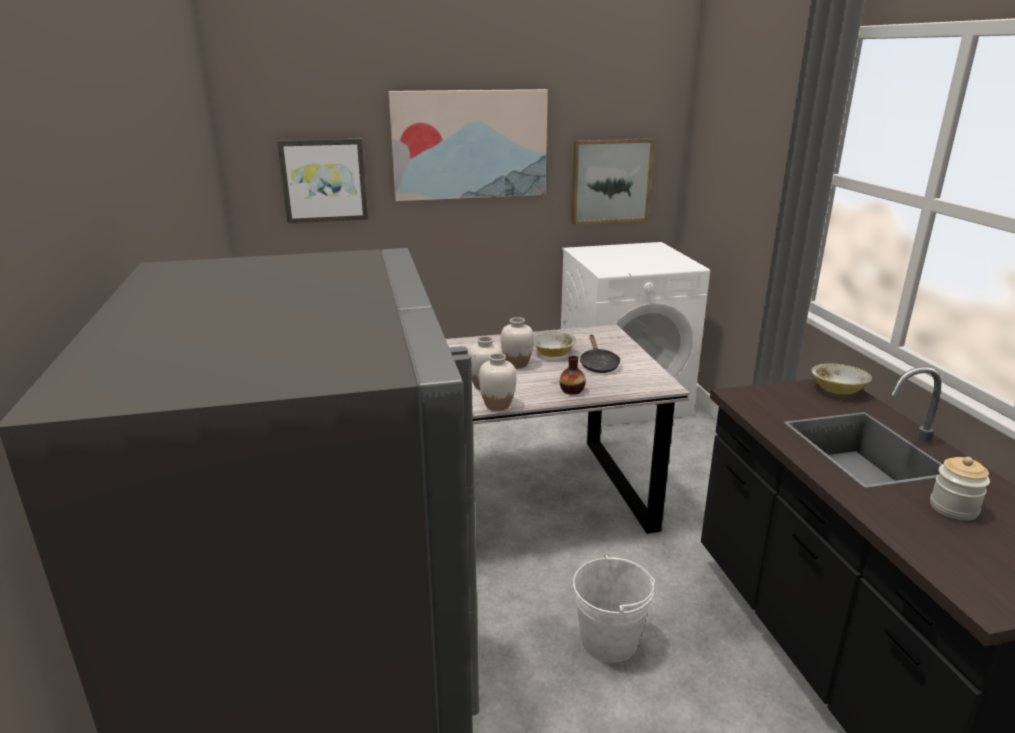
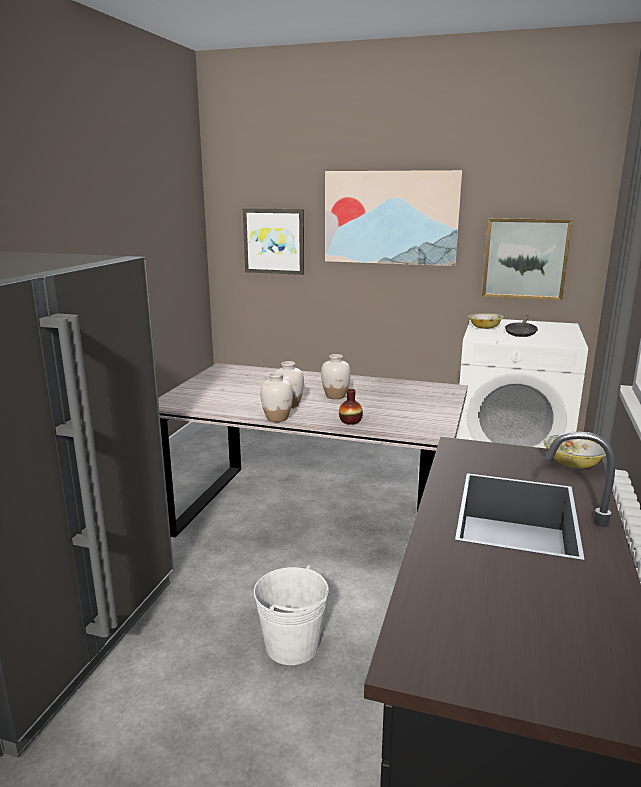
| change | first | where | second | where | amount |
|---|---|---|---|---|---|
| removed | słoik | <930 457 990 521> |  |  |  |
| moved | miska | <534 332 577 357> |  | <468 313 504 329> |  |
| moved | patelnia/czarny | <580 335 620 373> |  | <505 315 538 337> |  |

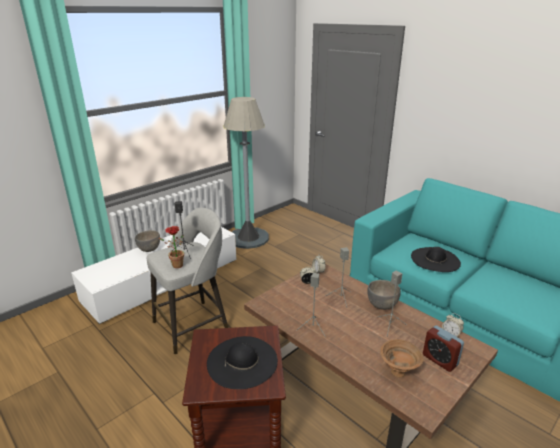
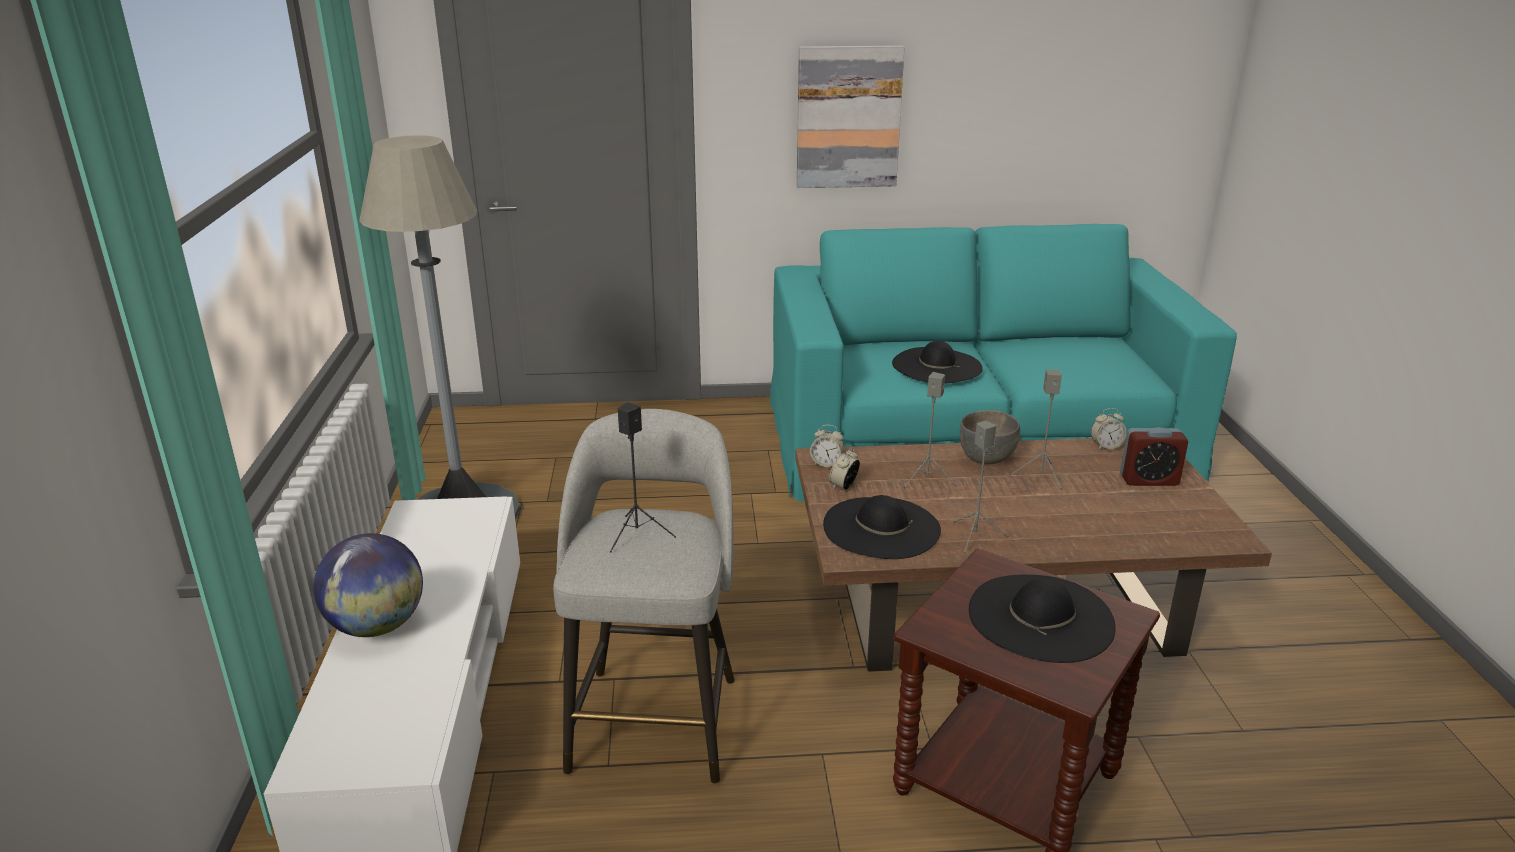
| change | first | where | second | where | amount |
|---|---|---|---|---|---|
| removed | roślina doniczkowa | <159 226 184 268> |  |  |  |
| removed | miska/brązowy | <380 339 424 377> |  |  |  |
| added |  |  | obraz | <797 45 905 188> |  |
| added |  |  | kapelusz/czarny | <823 495 941 559> |  |
| replaced | miska/szary | <135 230 160 252> | globus | <314 533 423 637> |  |

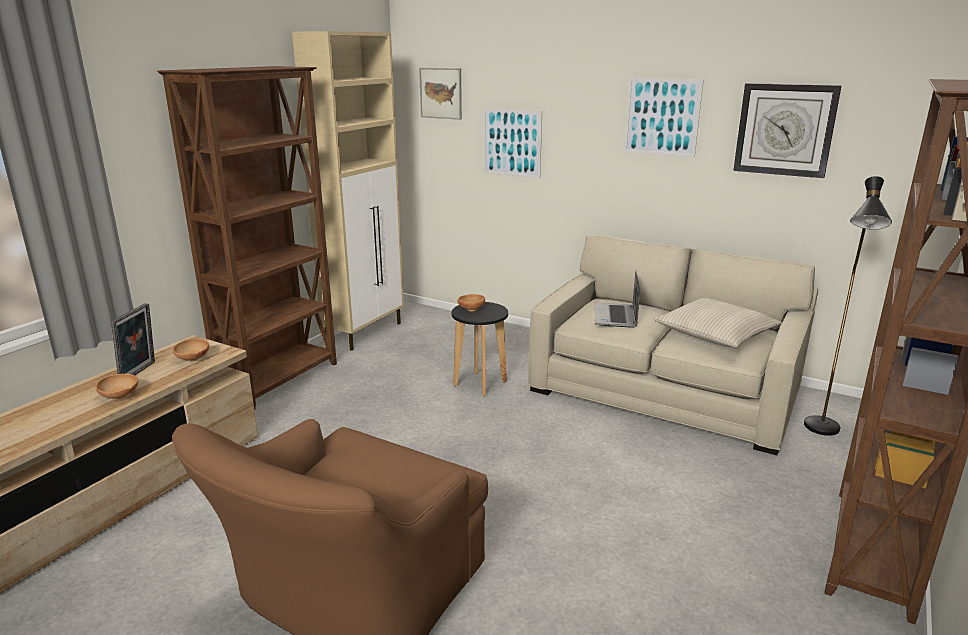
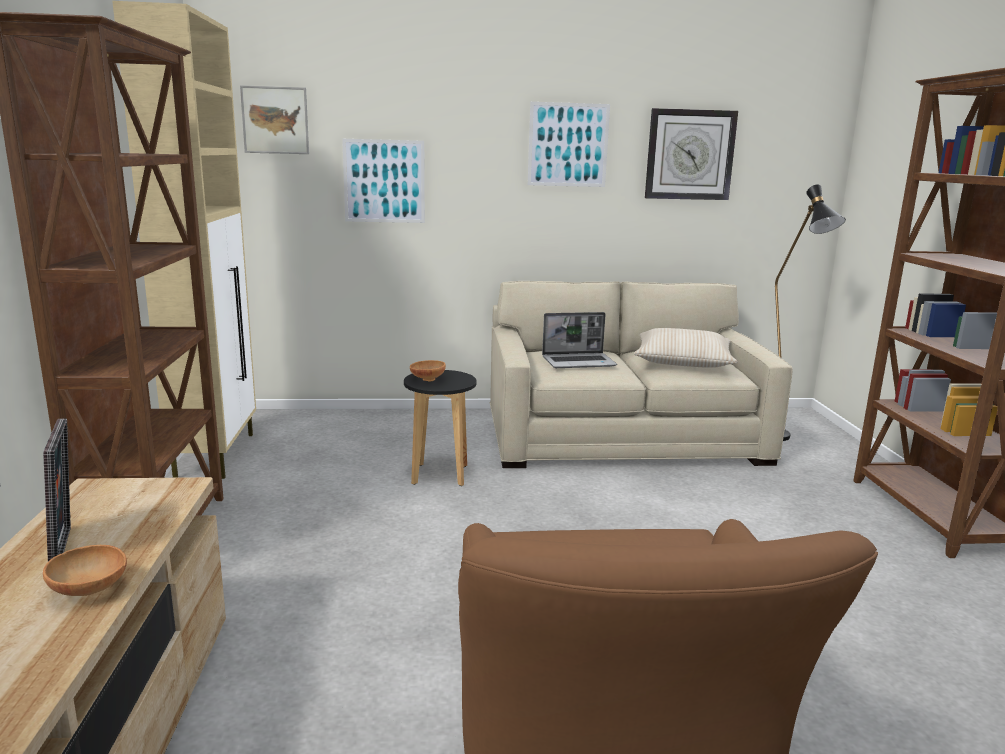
| change | first | where | second | where | amount |
|---|---|---|---|---|---|
| removed | miska/brązowy | <173 339 209 361> |  |  |  |
| turned | laptop | <594 270 640 328> |  | <542 312 617 368> | 75 degrees counterclockwise |

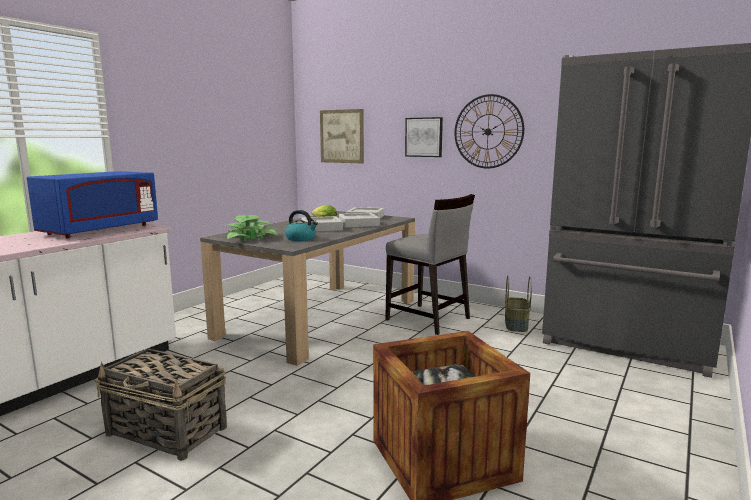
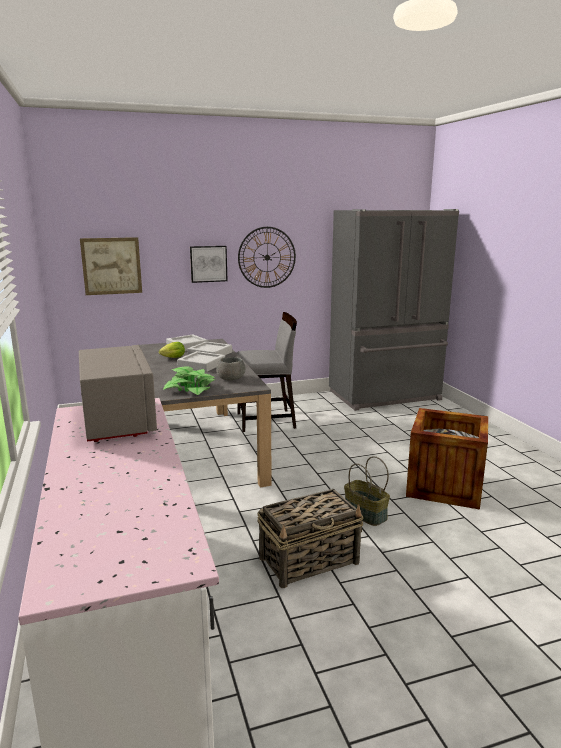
| change | first | where | second | where | amount |
|---|---|---|---|---|---|
| moved | koszyk | <505 275 532 332> |  | <344 456 390 526> |  |
| replaced | czajnik | <285 210 318 241> | miska/szary | <216 357 246 380> |  |
| recoloured | mikrofalówka/niebieski | <27 171 158 238> | mikrofalówka/szary | <79 345 157 442> |  |

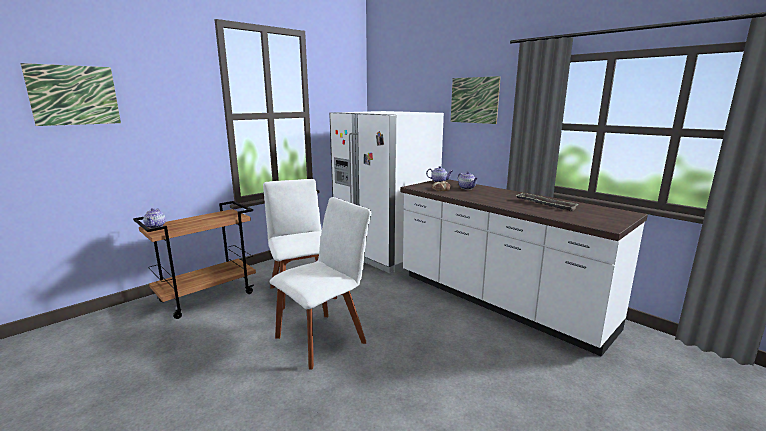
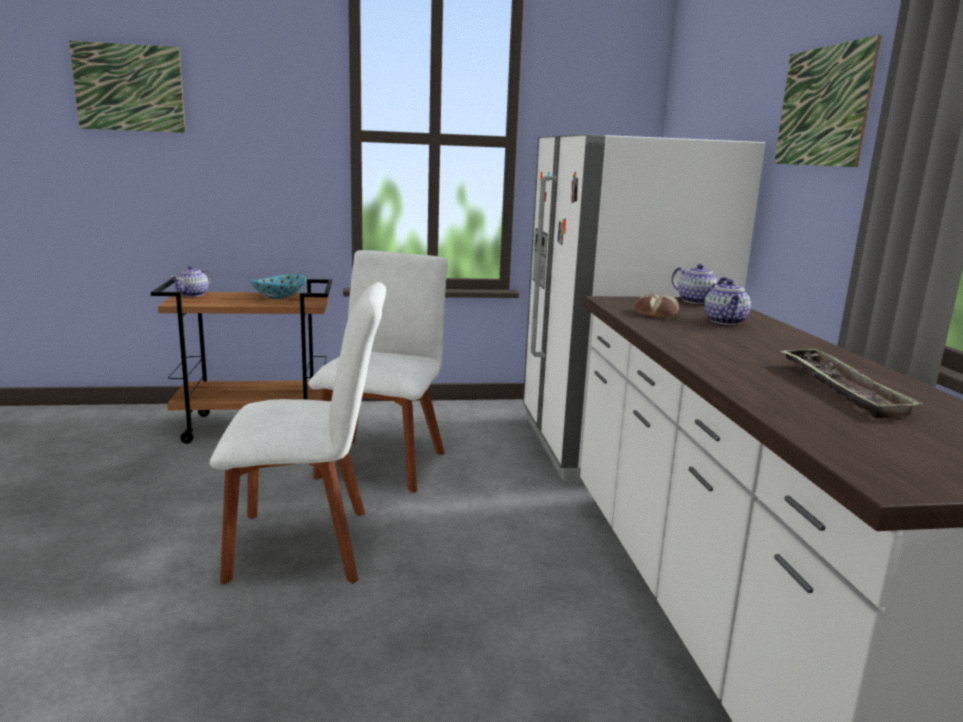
| change | first | where | second | where | amount |
|---|---|---|---|---|---|
| added |  |  | miska | <250 274 306 299> |  |

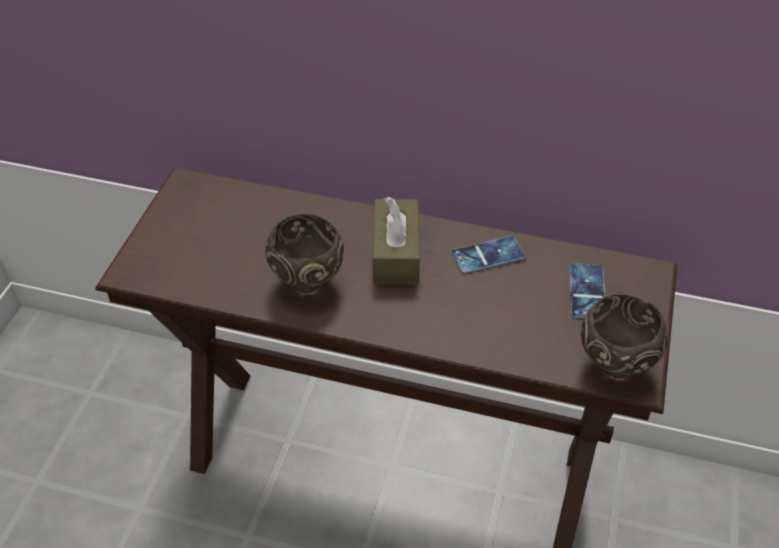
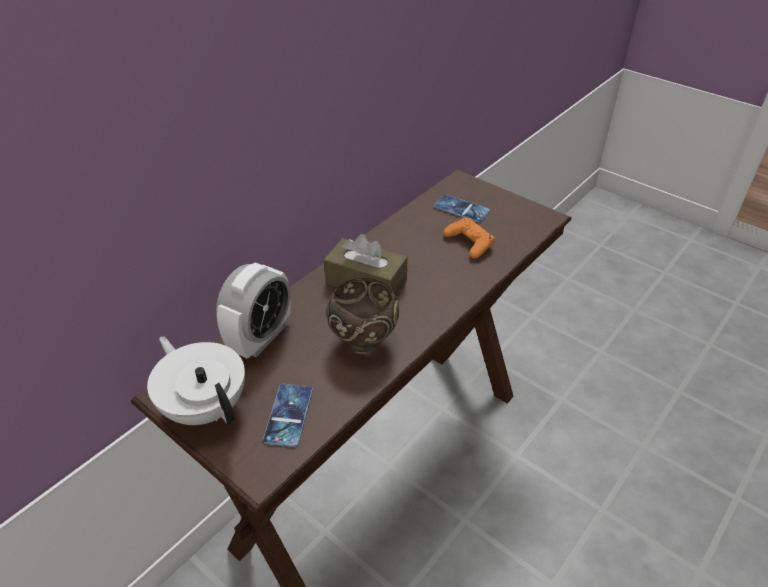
| change | first | where | second | where | amount |
|---|---|---|---|---|---|
| removed | miska/brązowy | <581 295 668 378> |  |  |  |
| added |  |  | imbryk/biały | <147 336 245 425> |  |
| added |  |  | budzik | <216 262 290 359> |  |
| added |  |  | pad do gier/pomarańczowy | <443 218 495 259> |  |
| moved | telefon | <452 236 526 274> |  | <263 384 313 447> |  |

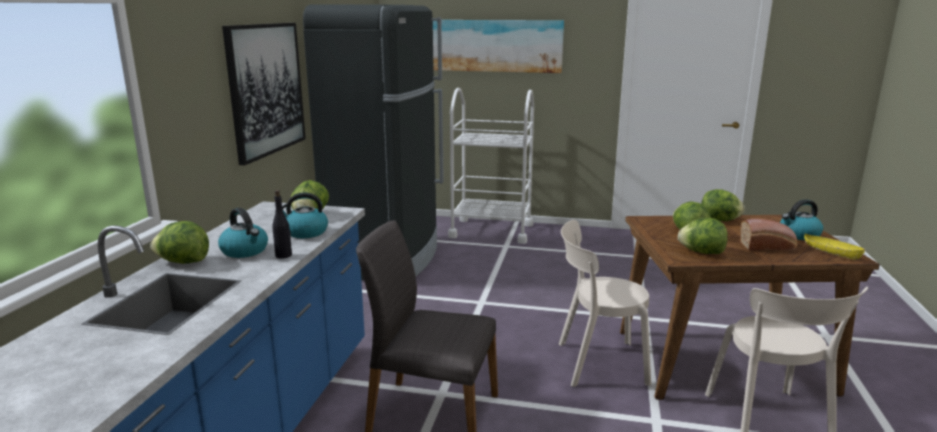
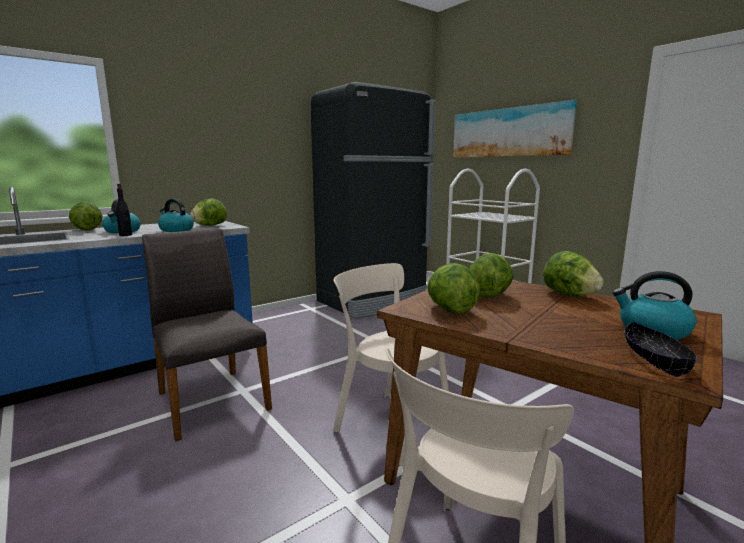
| change | first | where | second | where | amount |
|---|---|---|---|---|---|
| removed | obraz | <222 23 306 165> |  |  |  |
| removed | chleb | <740 219 797 251> |  |  |  |
| recoloured | miska/żółty | <804 233 865 260> | miska/czarny | <624 321 697 377> |  |

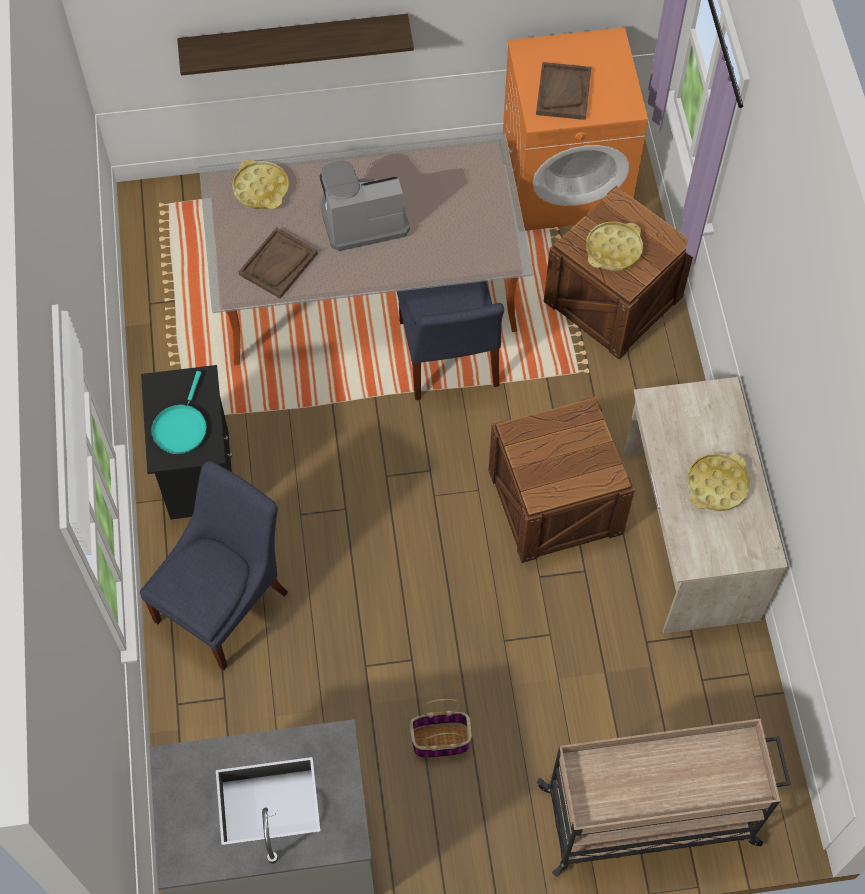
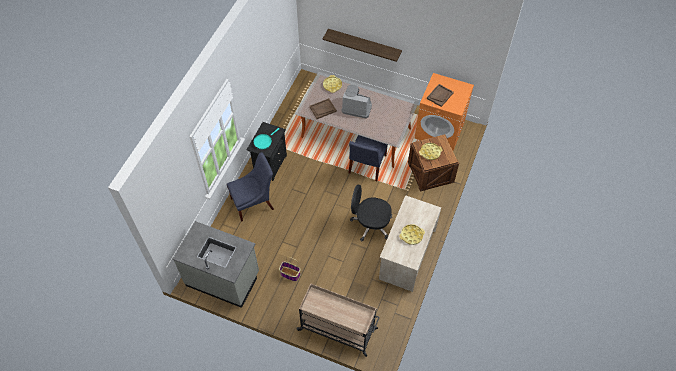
| change | first | where | second | where | amount |
|---|---|---|---|---|---|
| replaced | skrzynka | <488 396 635 563> | krzesło biurowe/czarny | <350 185 392 241> |  |

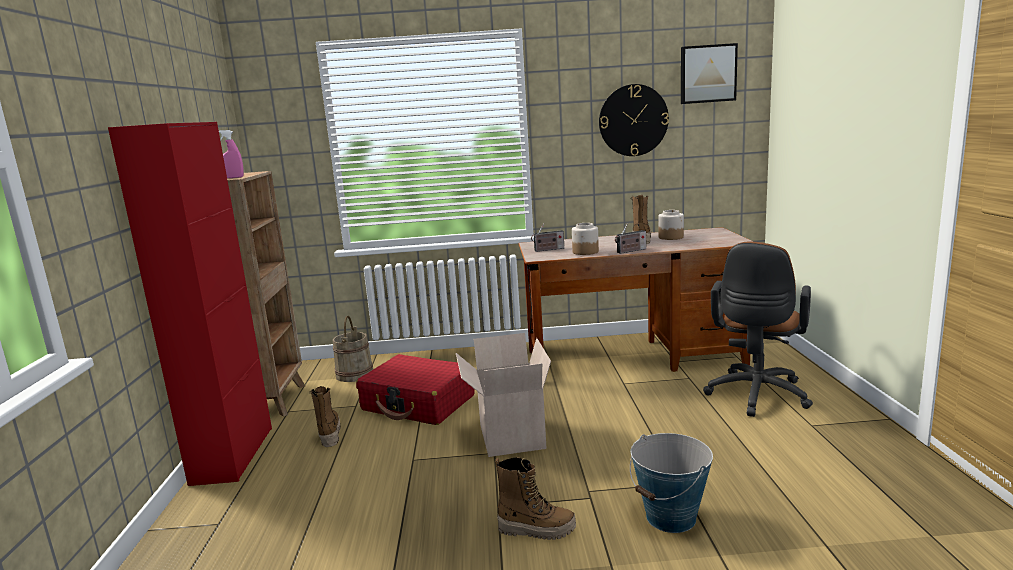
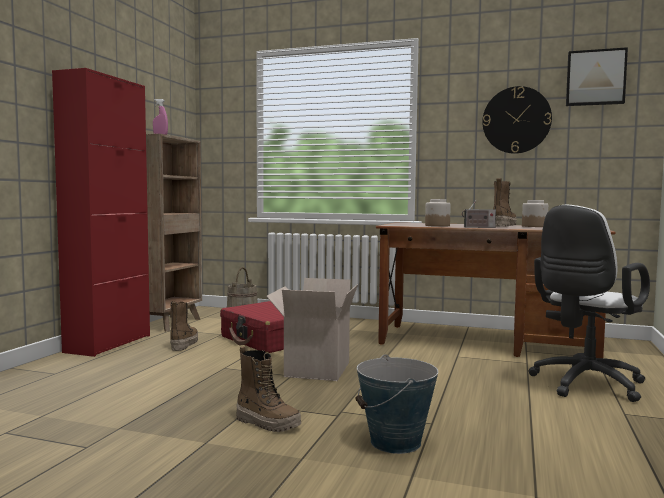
| change | first | where | second | where | amount |
|---|---|---|---|---|---|
| removed | radio | <531 223 564 252> |  |  |  |
| recoloured | krzesło biurowe/brązowy | <703 241 813 417> | krzesło biurowe/biały | <528 205 650 402> |  |

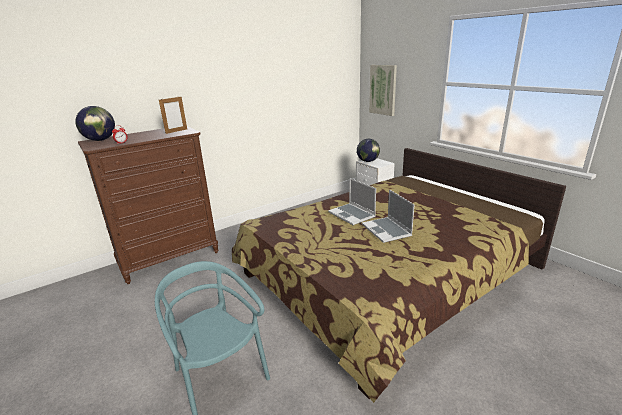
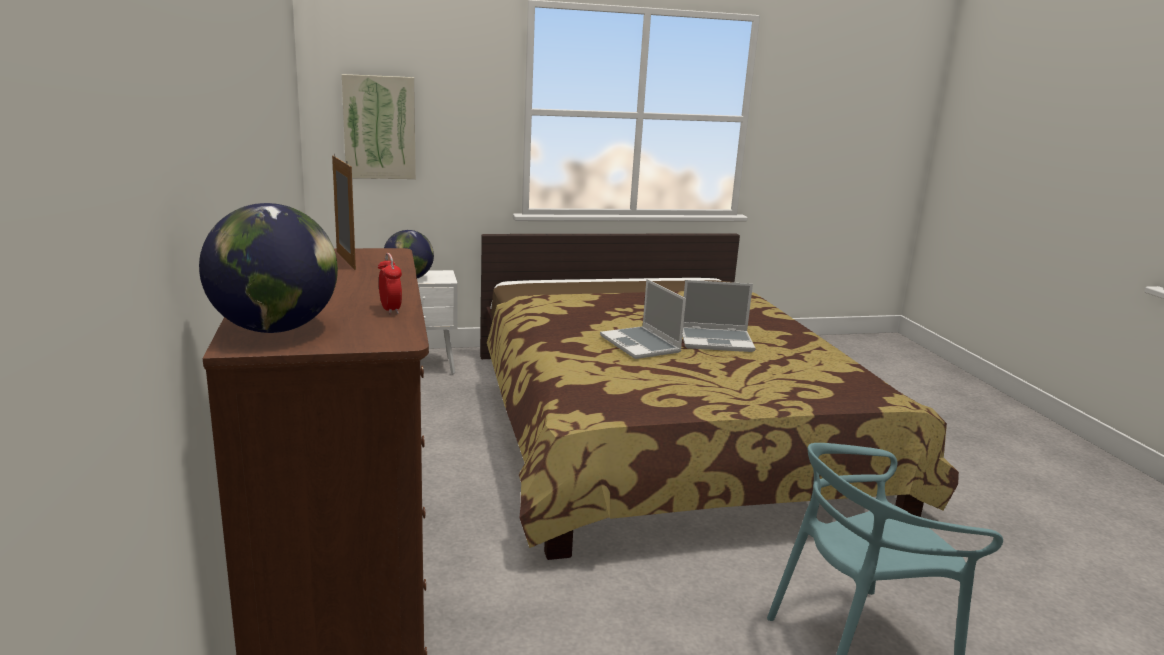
| change | first | where | second | where | amount |
|---|---|---|---|---|---|
| turned | laptop | <328 178 376 225> |  | <600 279 686 359> | 75 degrees clockwise |

